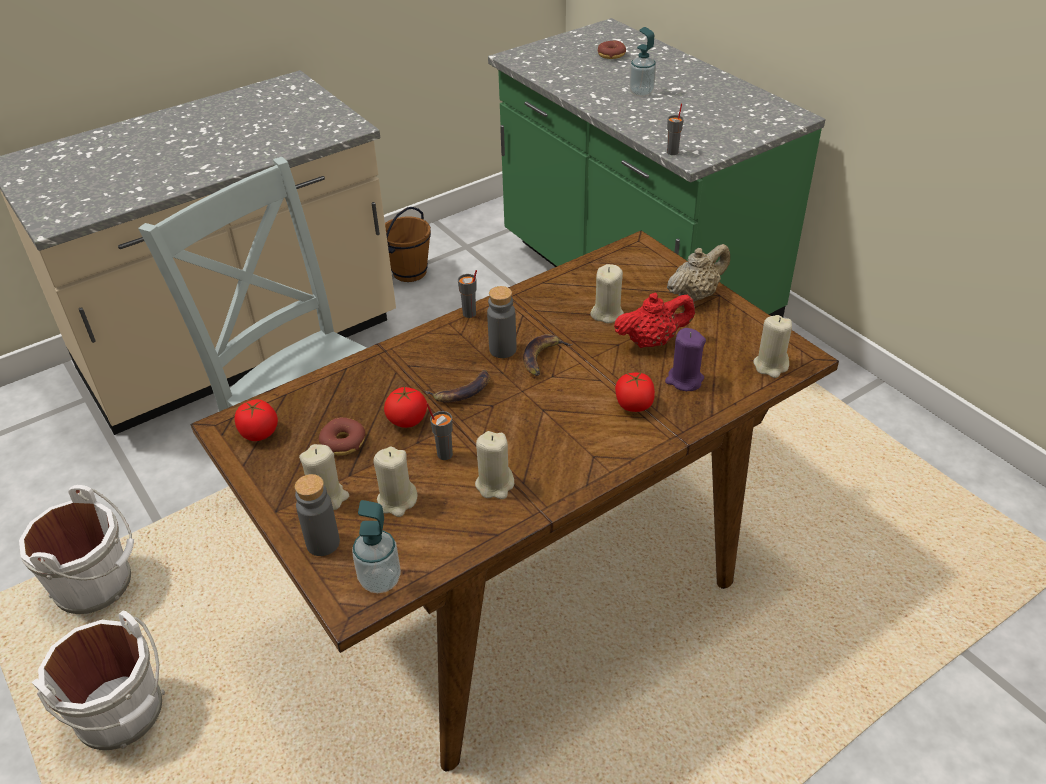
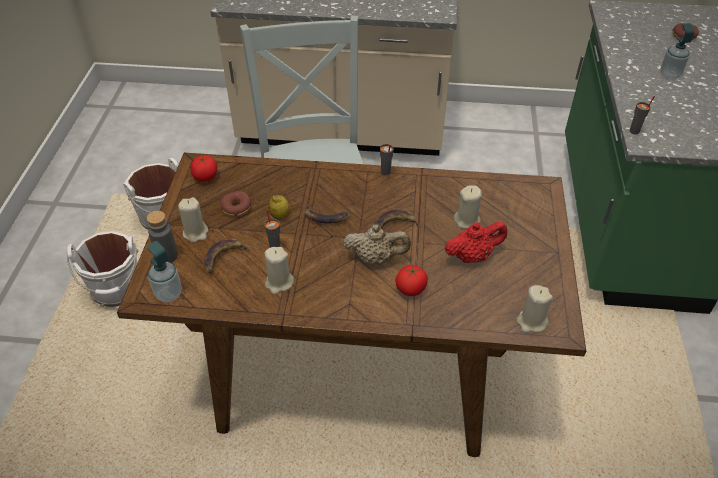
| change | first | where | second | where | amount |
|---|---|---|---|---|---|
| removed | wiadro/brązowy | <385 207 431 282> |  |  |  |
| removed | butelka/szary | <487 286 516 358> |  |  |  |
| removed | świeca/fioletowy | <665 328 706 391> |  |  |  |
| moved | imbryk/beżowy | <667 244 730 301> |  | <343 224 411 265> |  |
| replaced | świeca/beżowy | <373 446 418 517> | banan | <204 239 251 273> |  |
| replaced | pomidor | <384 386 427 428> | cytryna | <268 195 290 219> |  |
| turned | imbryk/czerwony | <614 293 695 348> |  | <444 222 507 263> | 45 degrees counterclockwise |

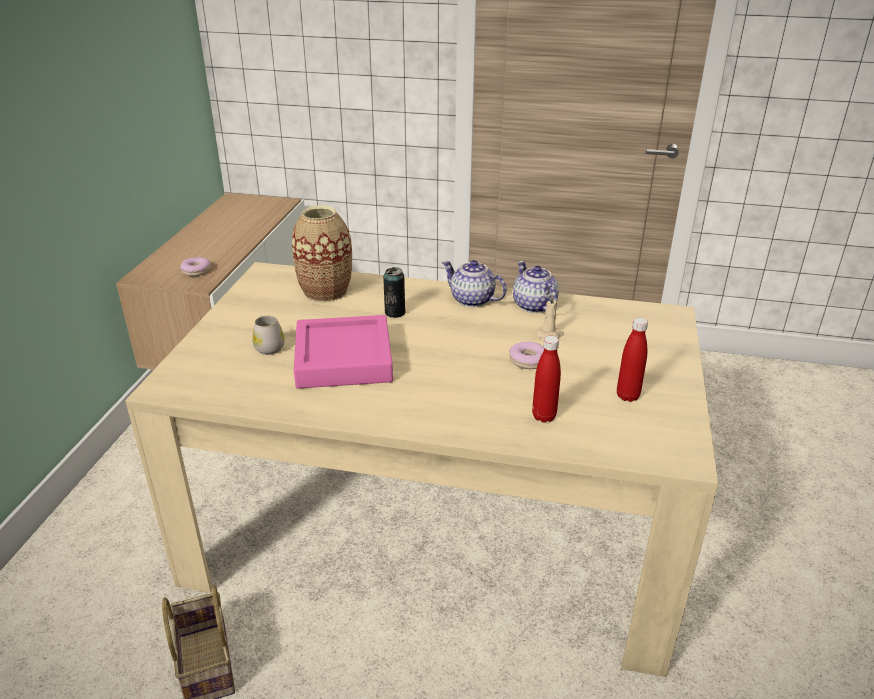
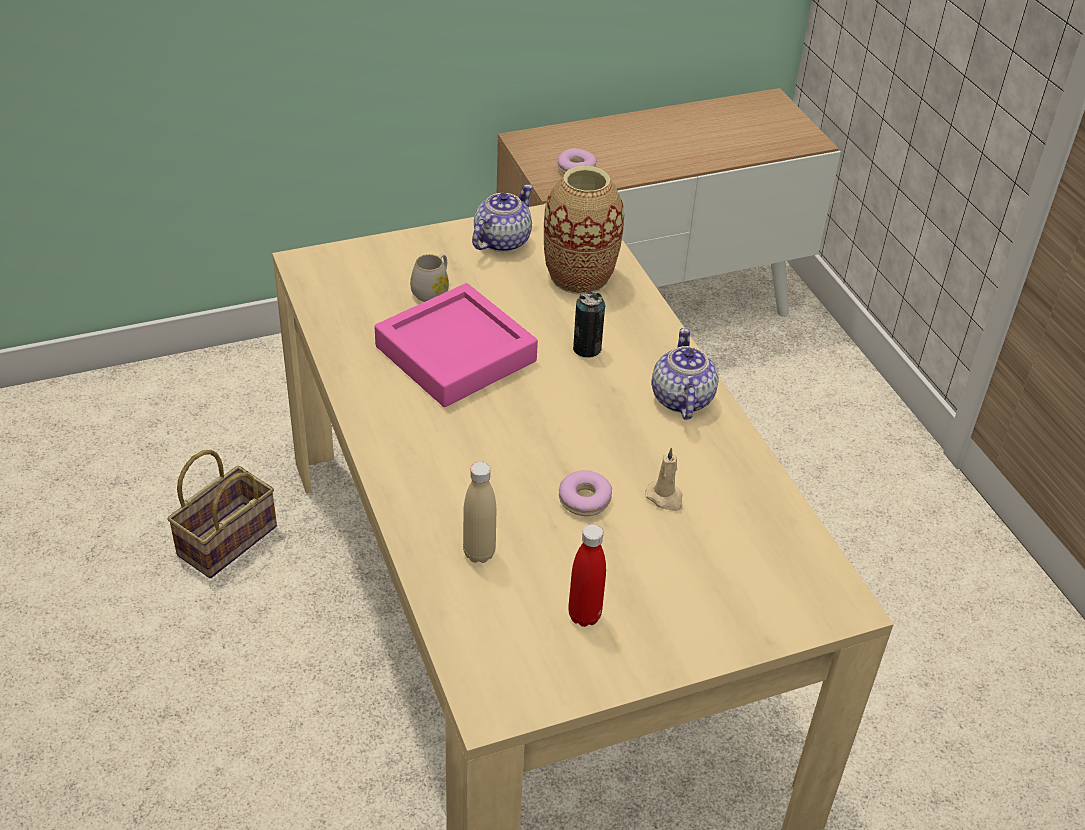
| change | first | where | second | where | amount |
|---|---|---|---|---|---|
| moved | imbryk | <513 261 559 313> |  | <472 184 533 252> |  |
| recoloured | butelka/czerwony | <532 336 561 423> | butelka/beżowy | <463 462 496 563> |  |

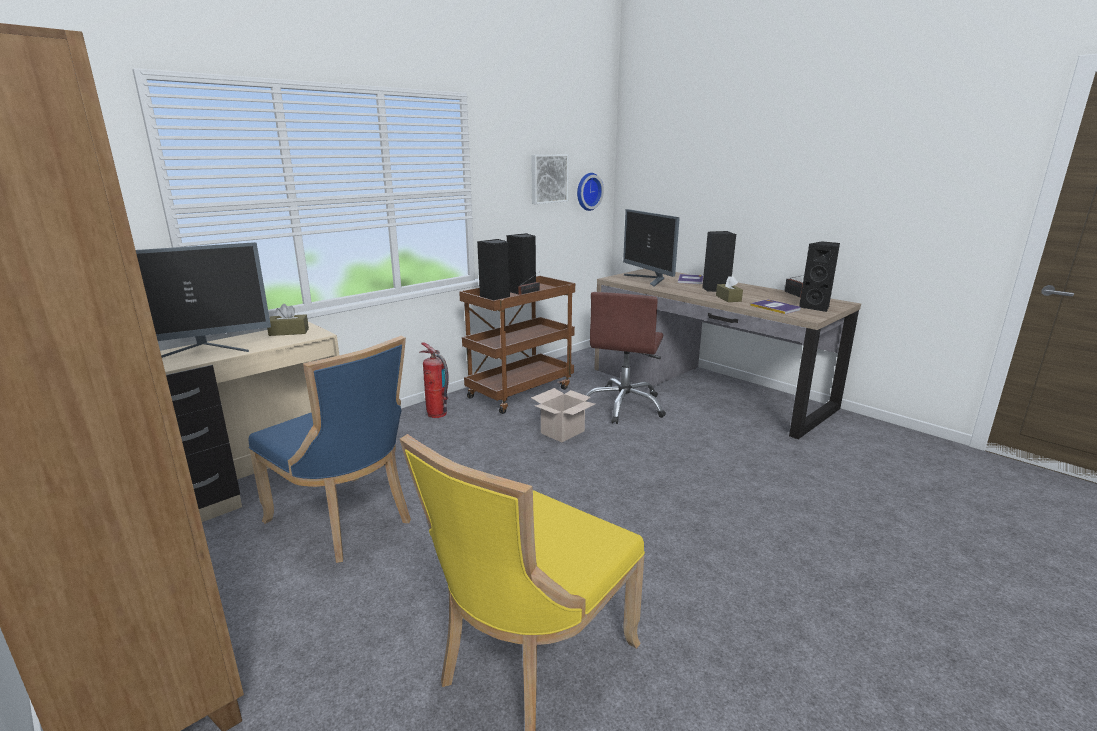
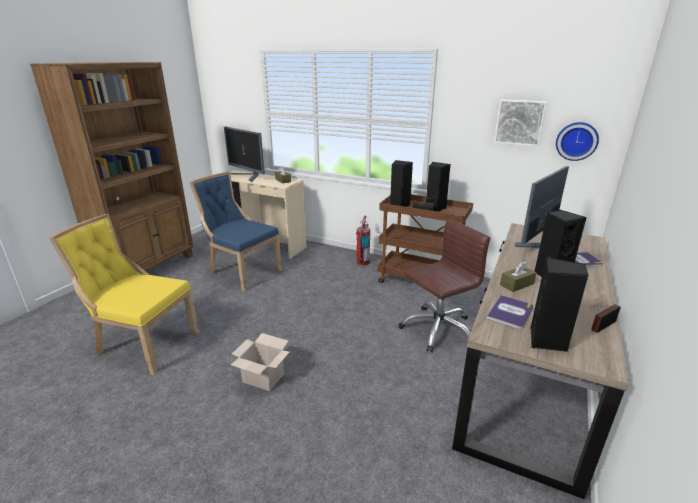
| change | first | where | second | where | amount |
|---|---|---|---|---|---|
| moved | karton | <531 388 595 442> |  | <231 333 289 391> |  |
| turned | krzesło/niebieski | <249 336 411 563> |  | <189 172 282 292> | 105 degrees clockwise |
| turned | krzesło biurowe/brązowy | <586 292 666 424> |  | <399 219 490 352> | 150 degrees clockwise |

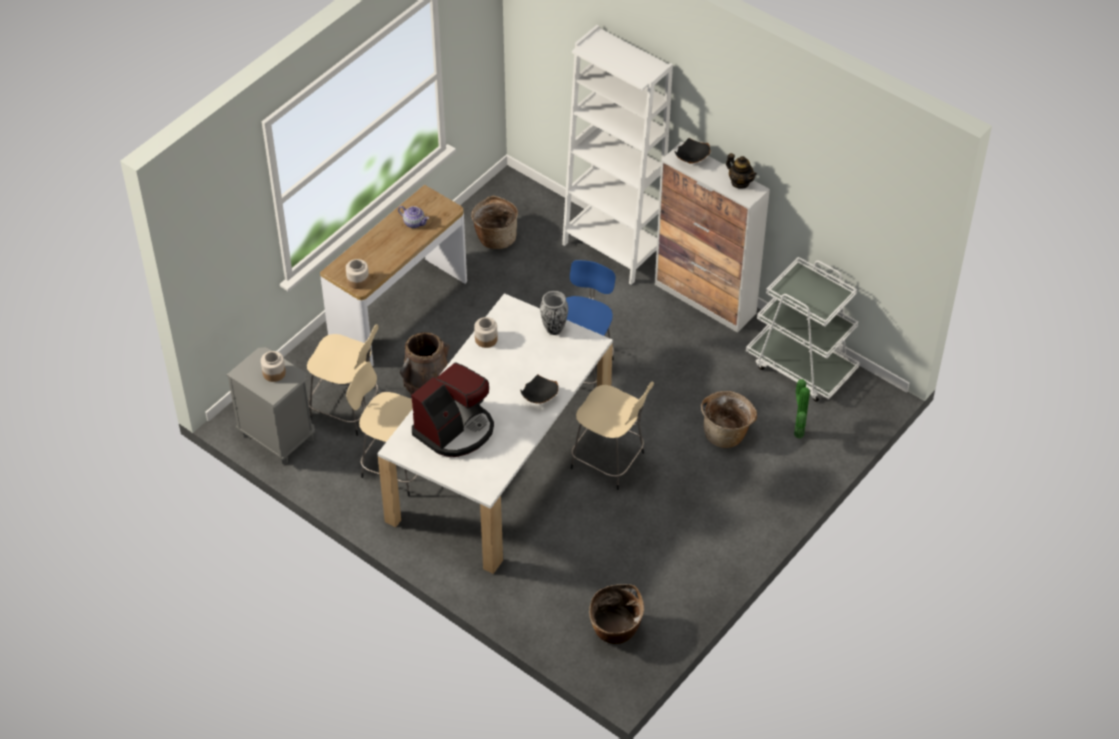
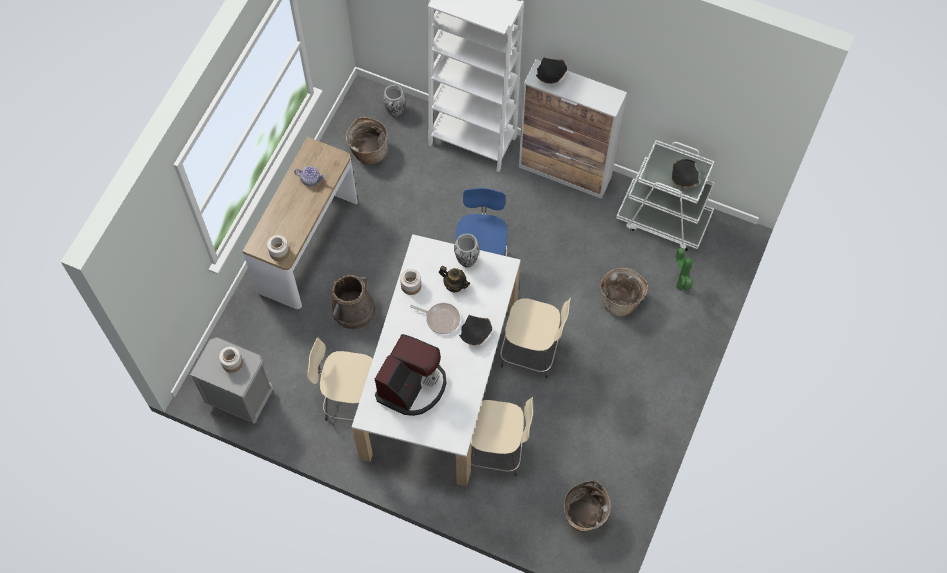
| change | first | where | second | where | amount |
|---|---|---|---|---|---|
| added |  |  | wazon | <383 85 406 117> |  |
| added |  |  | patelnia | <410 303 460 334> |  |
| added |  |  | miska/czarny | <672 159 699 188> |  |
| moved | stołek/beżowy | <307 324 379 436> |  | <471 397 533 476> |  |
| moved | imbryk | <726 153 757 189> |  | <439 266 470 292> |  |

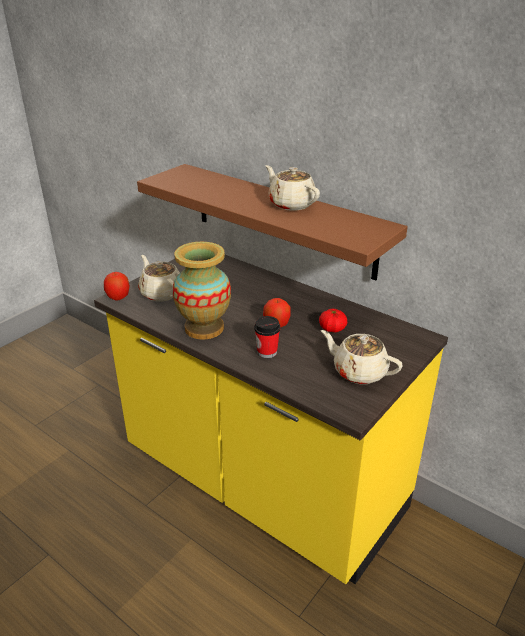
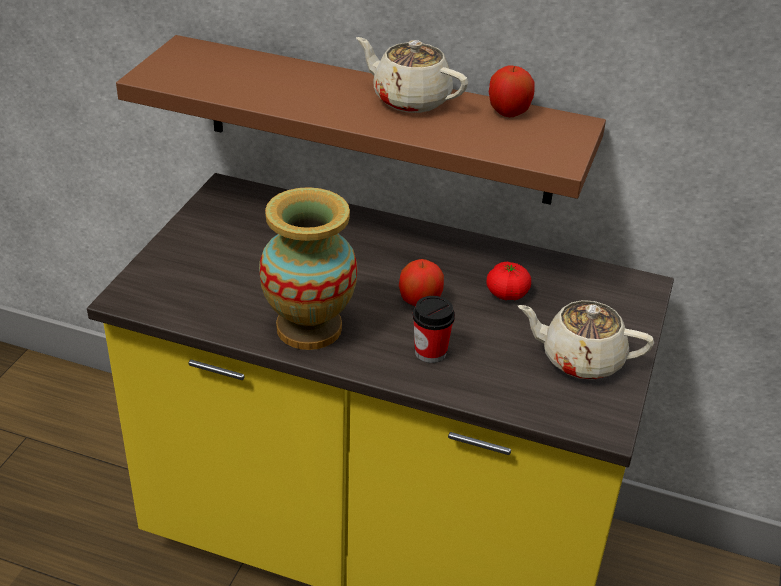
| change | first | where | second | where | amount |
|---|---|---|---|---|---|
| removed | imbryk/beżowy | <138 255 180 302> |  |  |  |
| moved | jabłko | <104 272 130 301> |  | <489 66 535 117> |  |

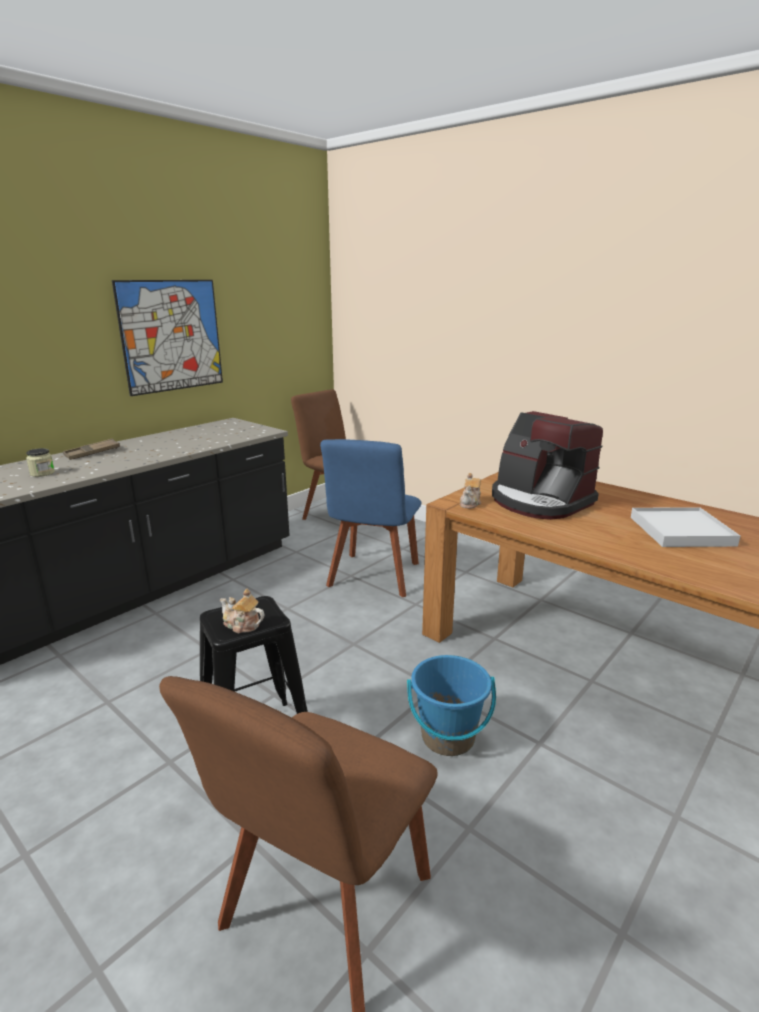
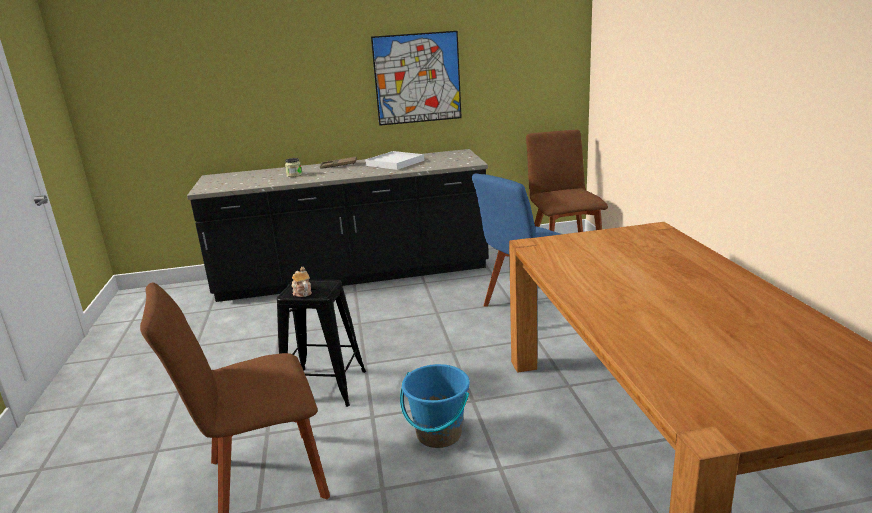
| change | first | where | second | where | amount |
|---|---|---|---|---|---|
| removed | imbryk | <460 473 481 509> |  |  |  |
| removed | ekspres do kawy | <492 411 603 520> |  |  |  |
| moved | taca/biały | <631 507 741 547> |  | <365 151 424 170> |  |

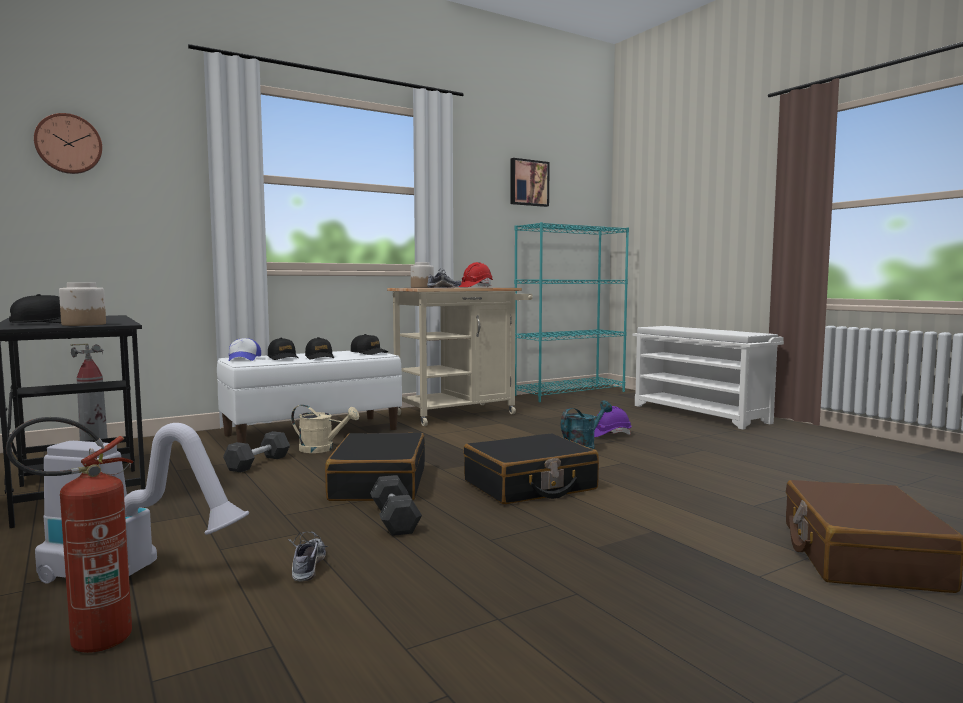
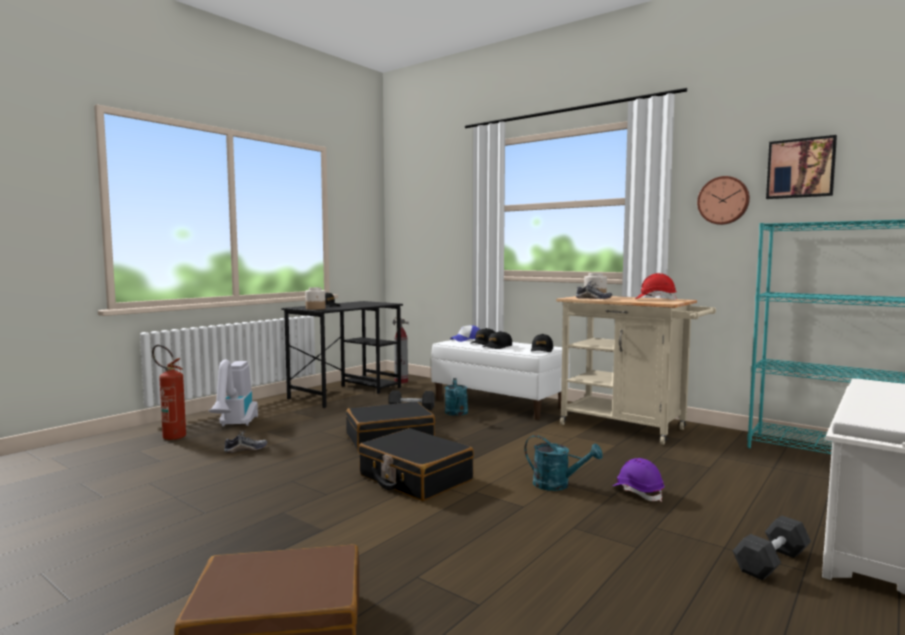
| change | first | where | second | where | amount |
|---|---|---|---|---|---|
| moved | zegar ścienny | <34 113 102 174> |  | <697 176 750 225> |  |
| moved | hantel/szary | <370 475 422 536> |  | <733 516 811 580> |  |
| recoloured | konewka/beżowy | <291 405 359 453> | konewka/turkusowy | <445 378 468 416> |  |

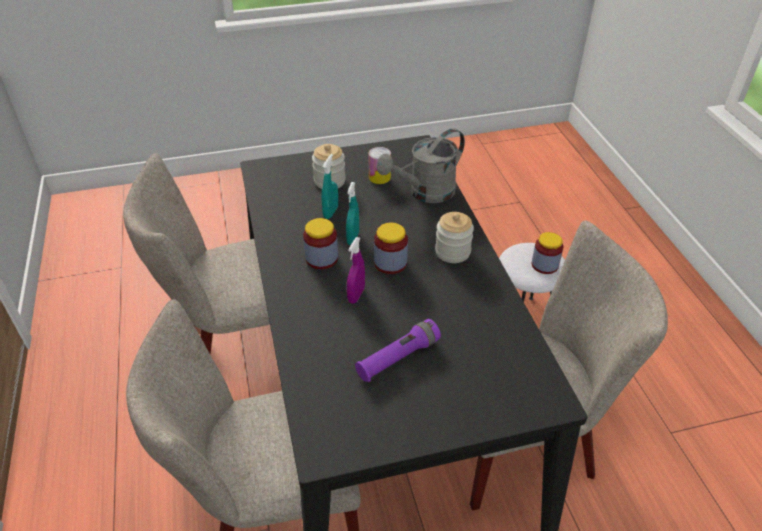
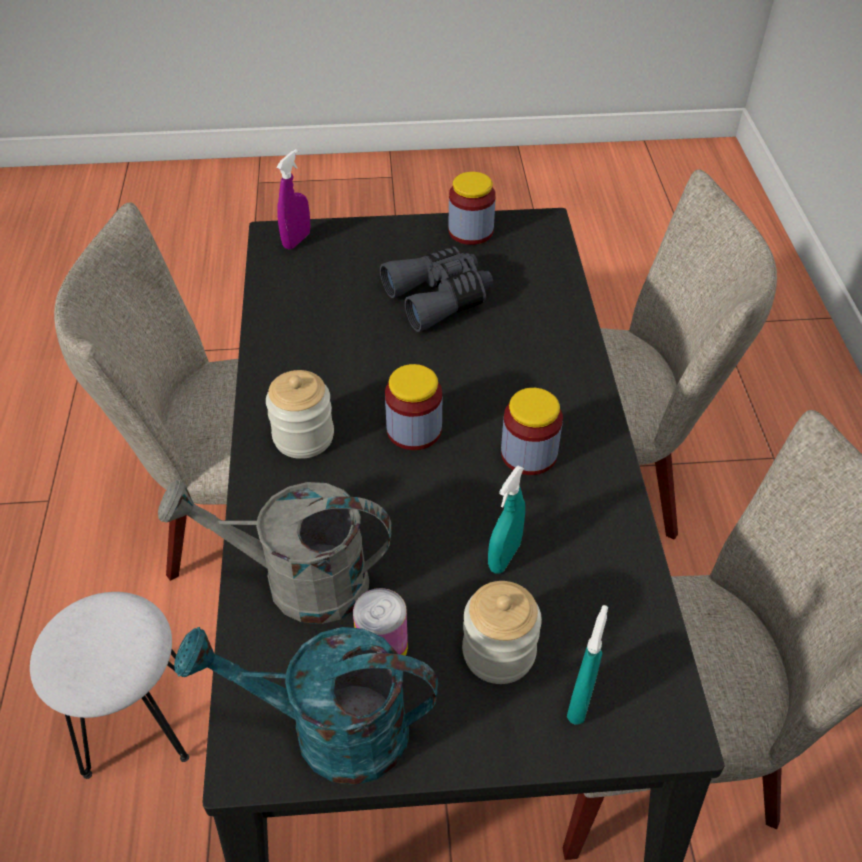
| change | first | where | second | where | amount |
|---|---|---|---|---|---|
| added |  |  | konewka/turkusowy | <174 627 438 785> |  |
| moved | spryskiwacz/turkusowy | <346 182 359 245> |  | <567 605 608 725> |  |
| moved | spryskiwacz/fioletowy | <347 237 365 304> |  | <276 149 311 249> |  |
| moved | słoik | <532 232 563 274> |  | <448 172 496 245> |  |
| replaced | latarka/fioletowy | <355 319 441 382> | lornetka/szary | <380 246 493 332> |  |
| turned | konewka/szary | <376 128 465 203> |  | <158 479 392 624> | 150 degrees counterclockwise |

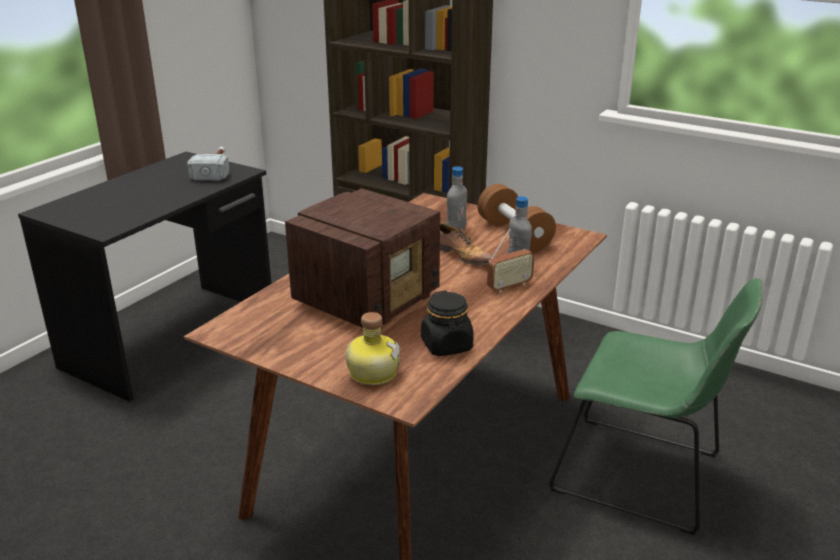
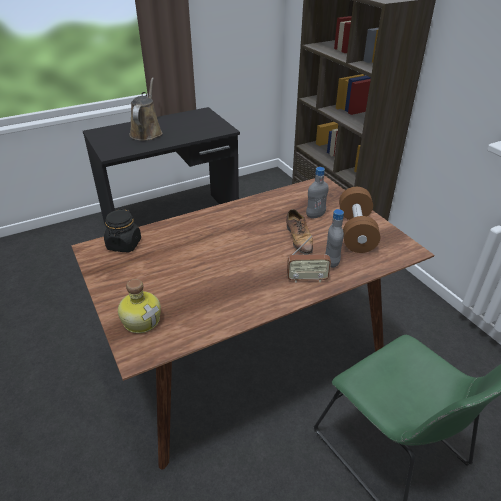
| change | first | where | second | where | amount |
|---|---|---|---|---|---|
| removed | młotek | <188 147 229 181> |  |  |  |
| removed | radio | <285 188 440 328> |  |  |  |
| added |  |  | konewka/brązowy | <129 77 162 141> |  |
| moved | słoik/czarny | <421 291 474 356> |  | <104 209 141 252> |  |

